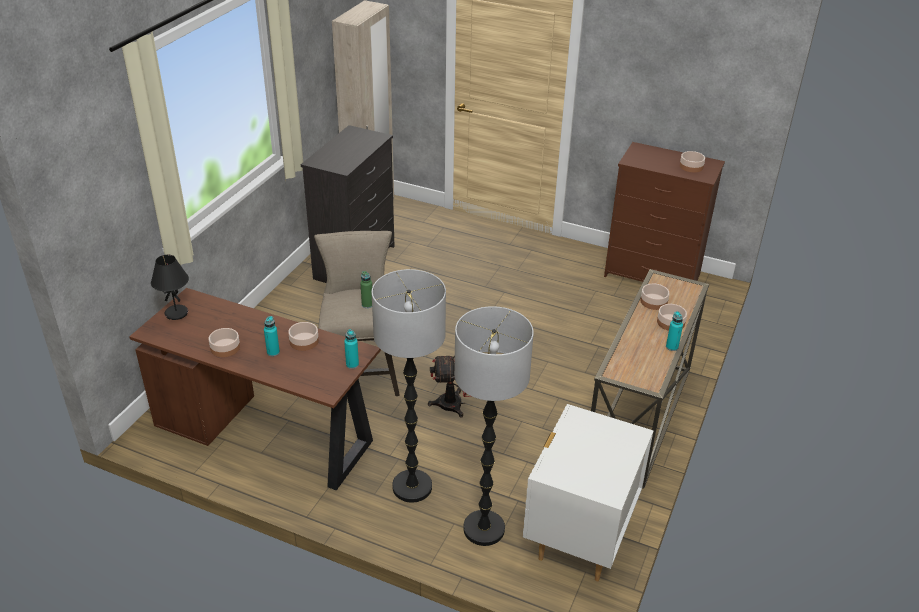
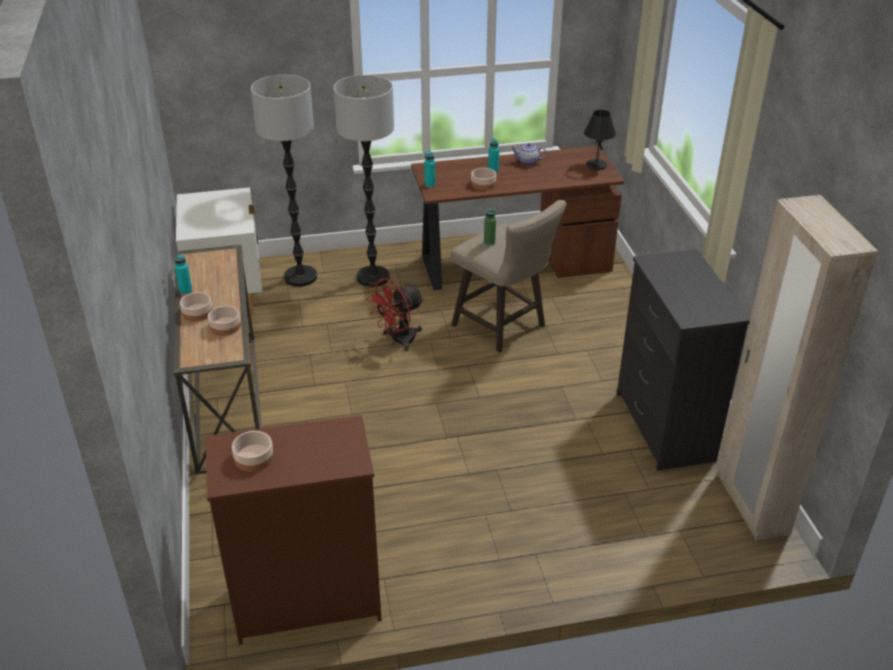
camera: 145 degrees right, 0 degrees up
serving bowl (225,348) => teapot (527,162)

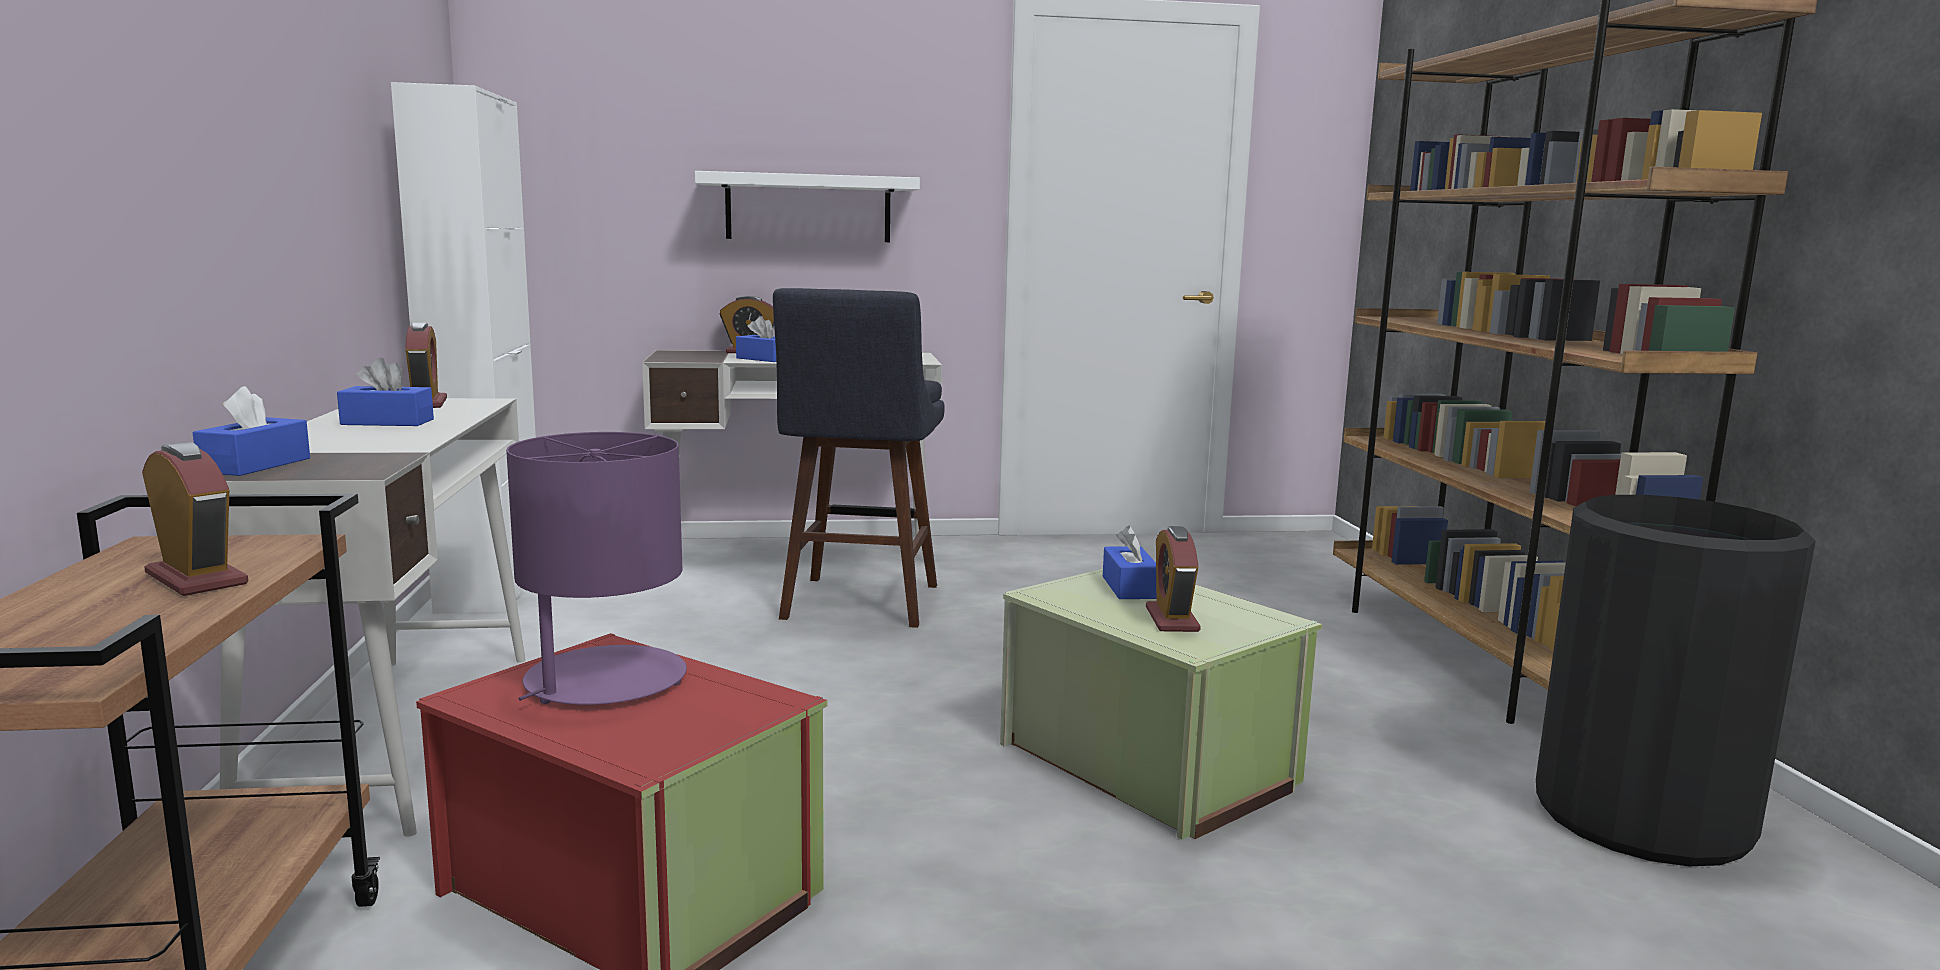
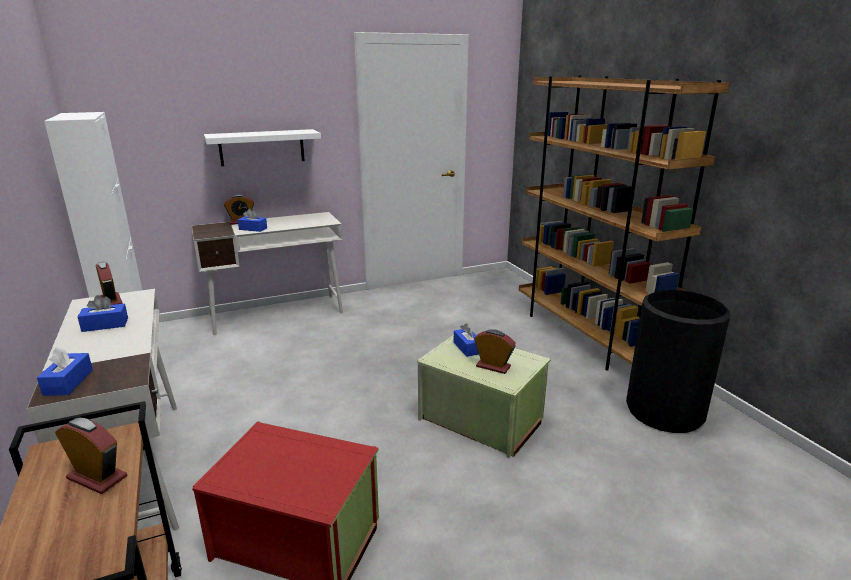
camera: 15 degrees left, 10 degrees up
sitting stool/bluish (859,605) => nothing
tabletop lamp/purple (604,680) => nothing
alarm clock (1172,619) => alarm clock (493,366), 135 degrees clockwise

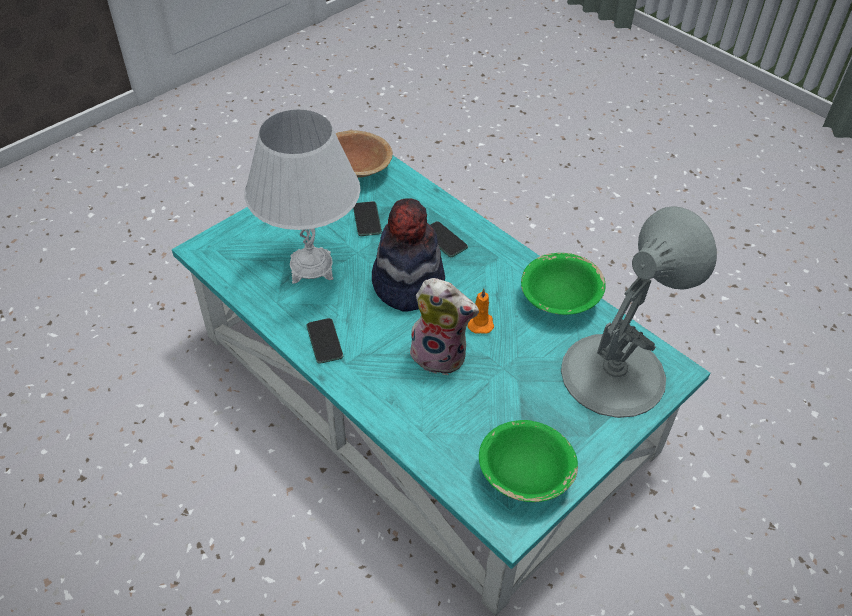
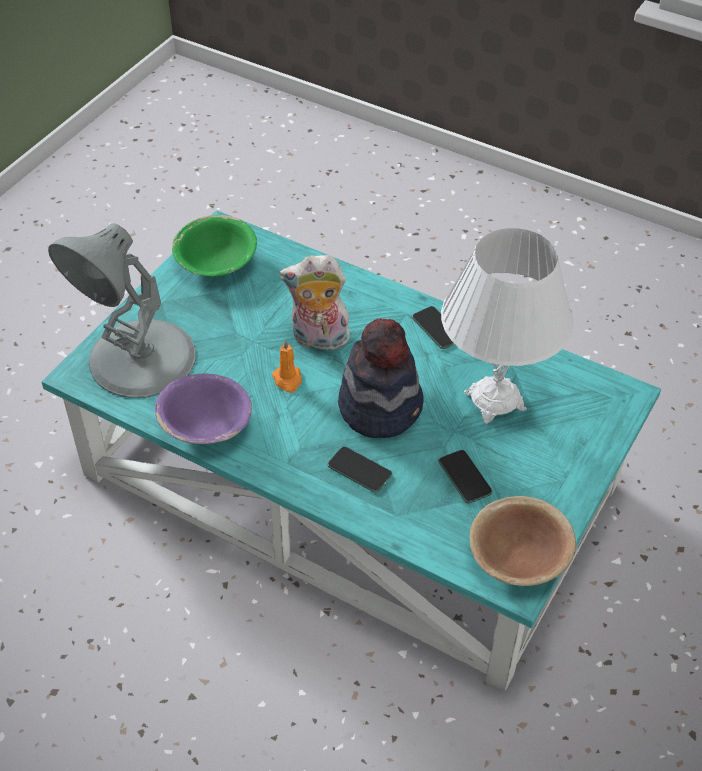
camera: 165 degrees right, 0 degrees up
serving bowl/green (559,299) => serving bowl/purple (206,425)

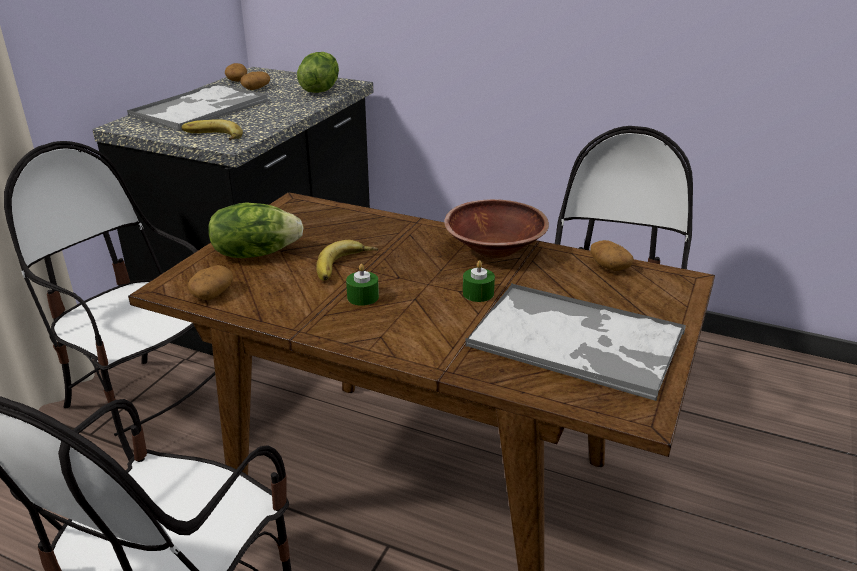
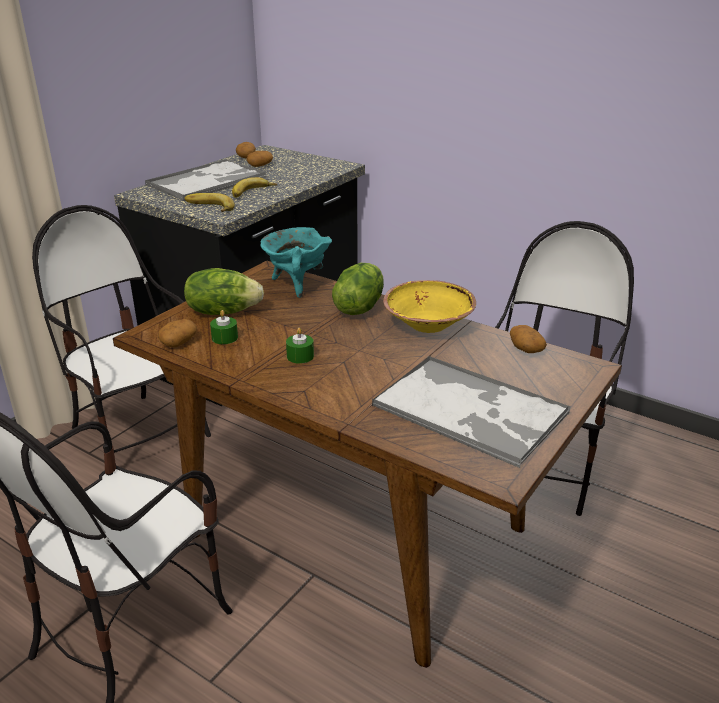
camera: 10 degrees right, 0 degrees up
lettuce head (320,90) => lettuce head (359,307), relocated
serving bowl/brown-coloured (495,249) => serving bowl/yellow-coloured (428,324)
whole banana (346,266) => whole banana (253,192), relocated
candle/green (478,293) => candle/green (224,338), relocated
nothing => saucepot/turquoise (297,284)

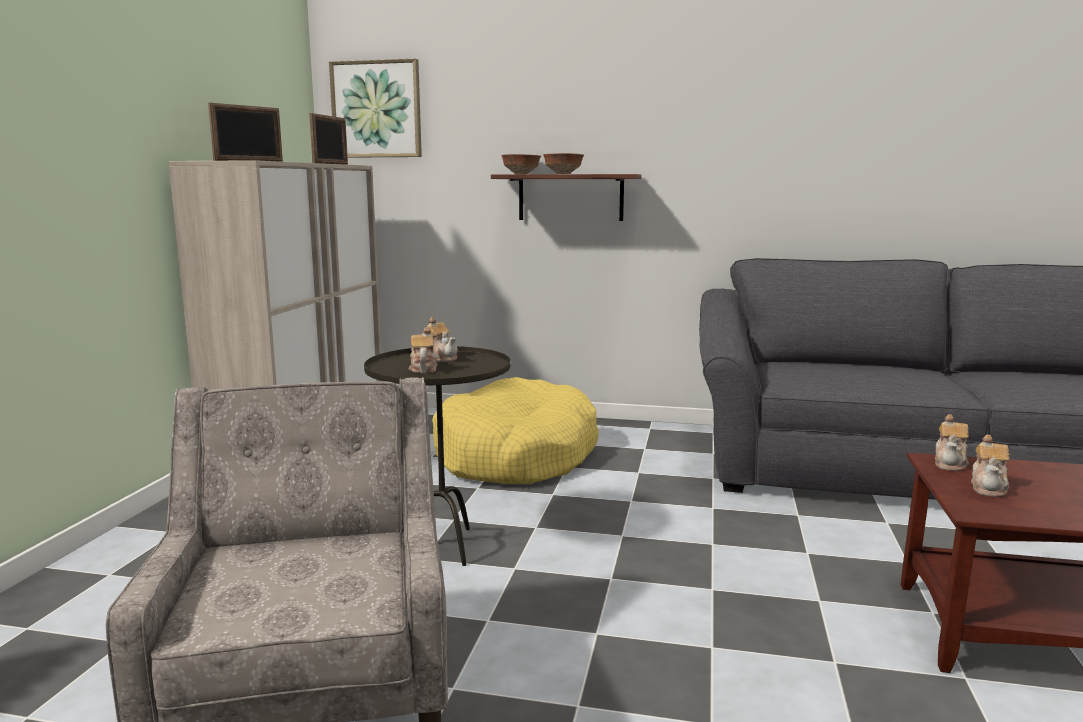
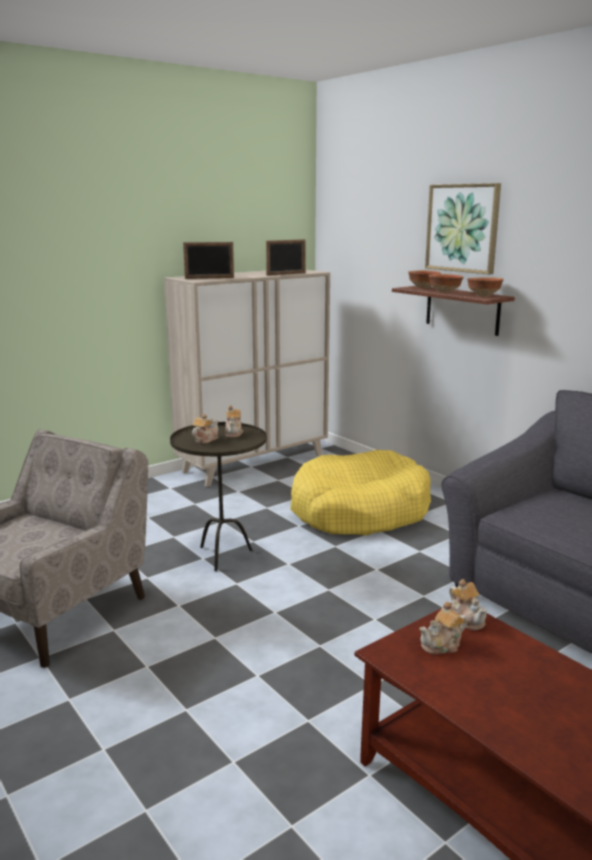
camera: 40 degrees right, 5 degrees up
wall picture (377,109) => wall picture (463,228), relocated
teapot (950,463) => teapot (467,618), 90 degrees counterclockwise
nothing => serving bowl (483,295)

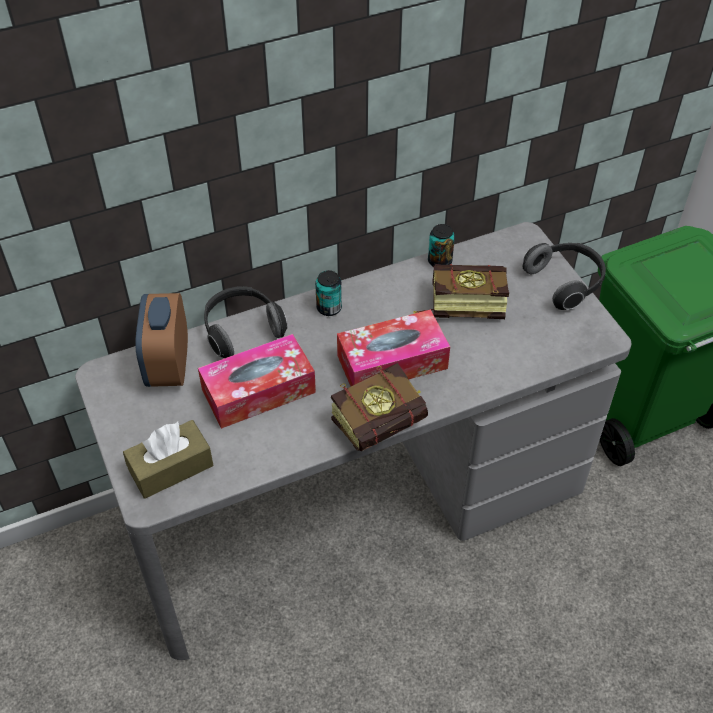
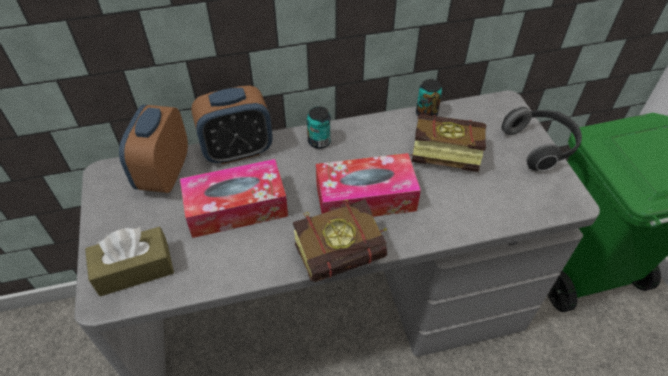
camera: 10 degrees right, 0 degrees up
headset (242,330) => alarm clock (238,151)

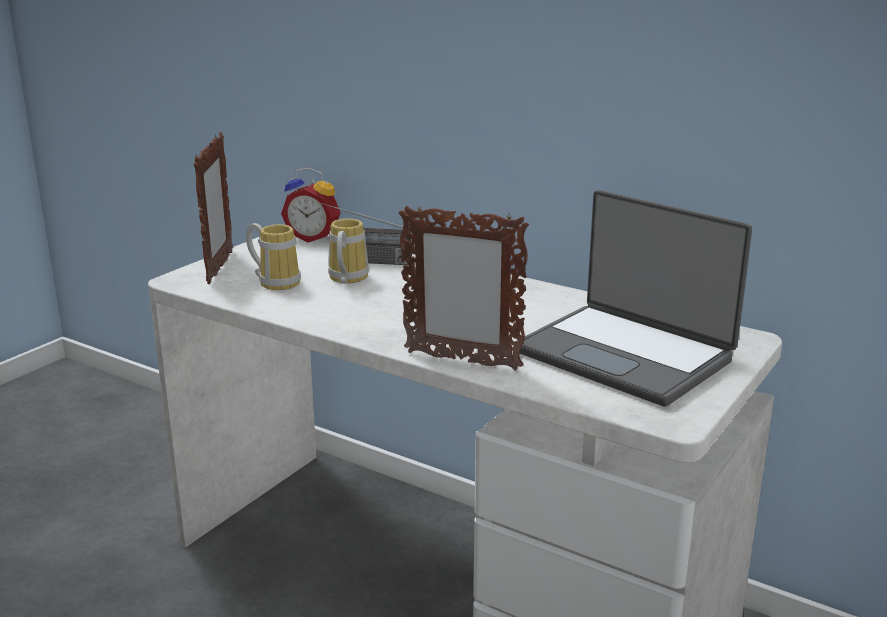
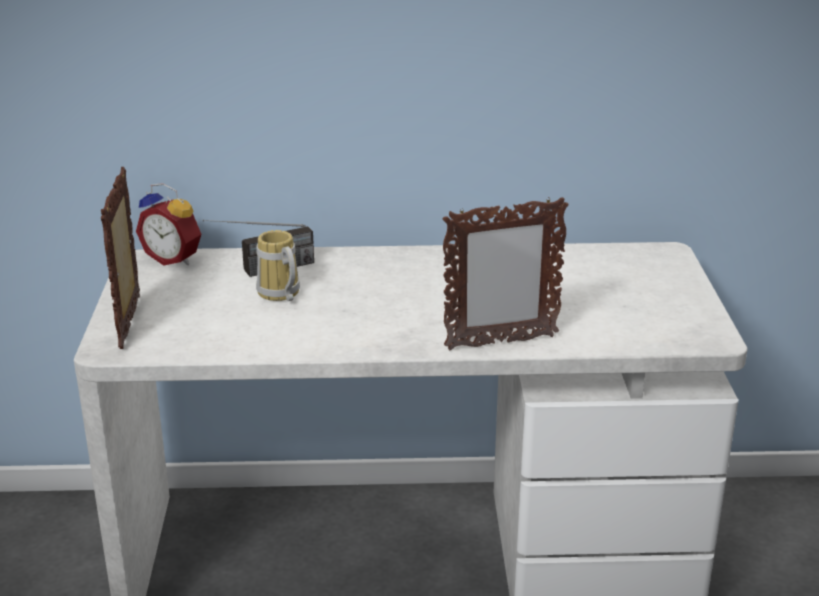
camera: 35 degrees left, 5 degrees up
picture frame (219,268) => picture frame (131,322), 150 degrees counterclockwise
alarm clock (314,238) => alarm clock (174,259), 45 degrees clockwise
notebook computer (626,355) => nothing
mug (276,281) => nothing

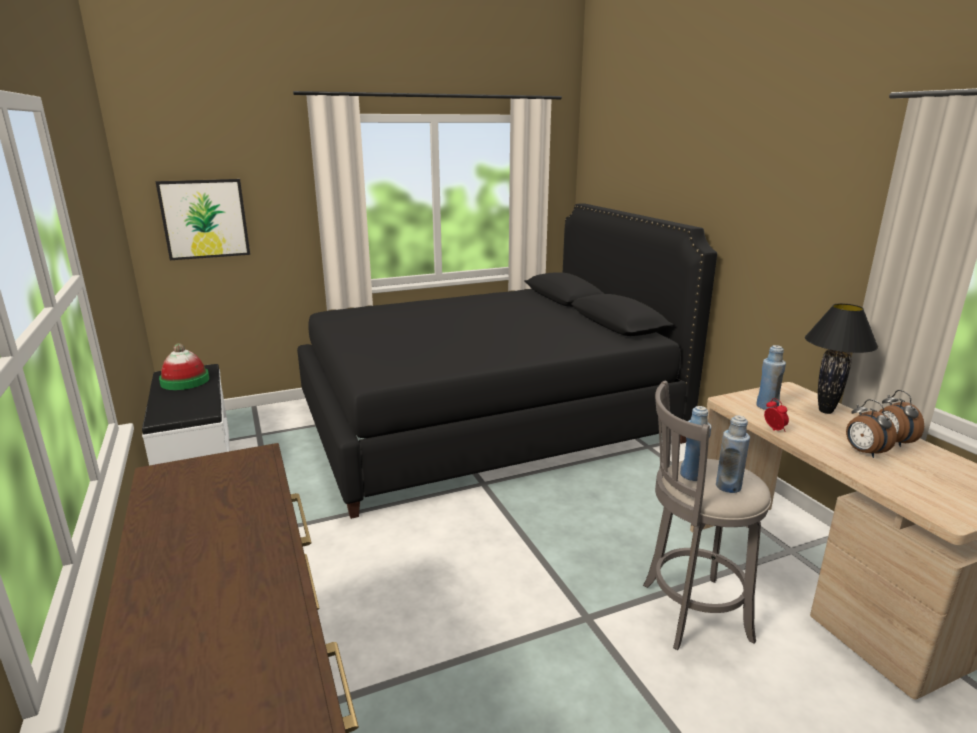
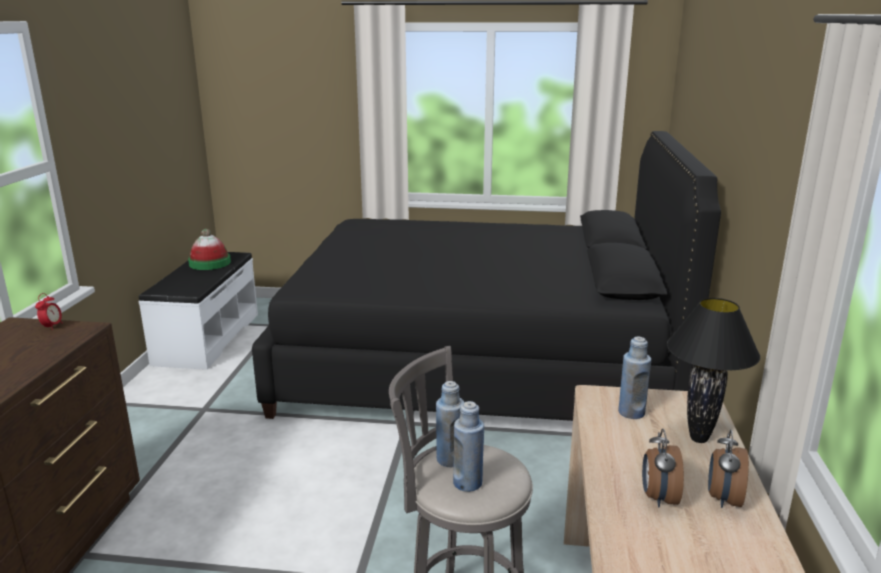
camera: 30 degrees right, 0 degrees up
wall picture (204,219) => nothing
alarm clock (774,429) => alarm clock (52,326), relocated

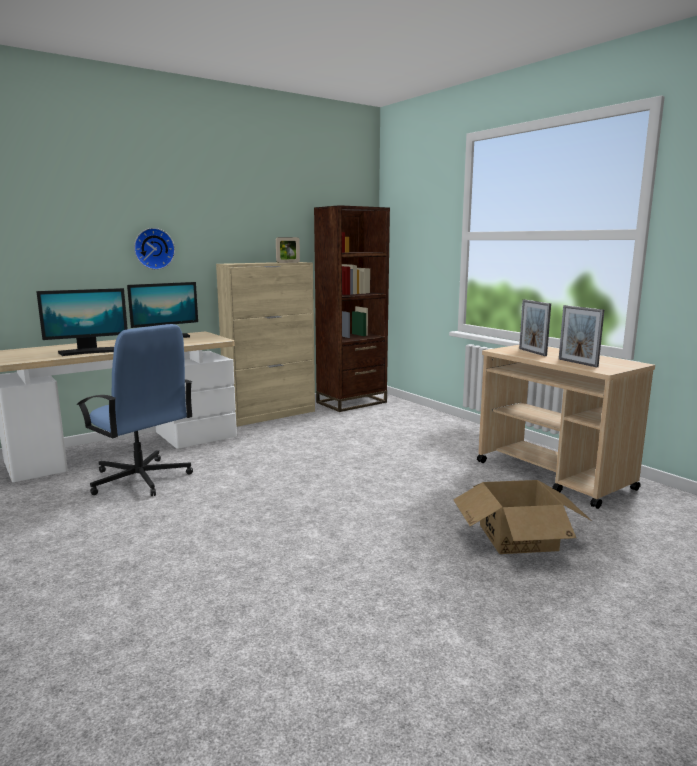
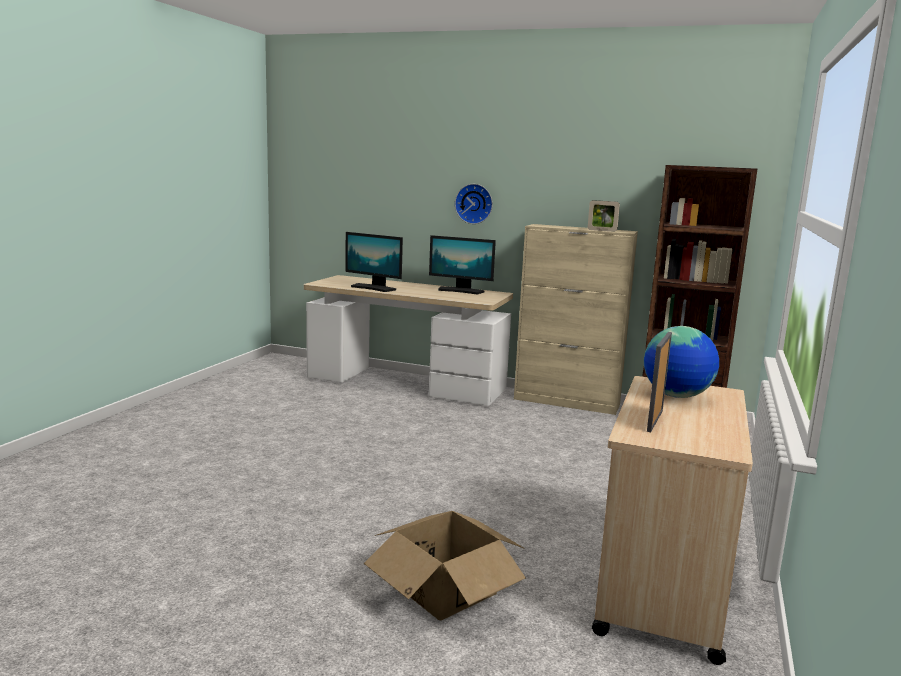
camera: 55 degrees right, 0 degrees up
picture frame (532,352) => globe (677,396)
computer chair/bluish (140,479) => nothing

